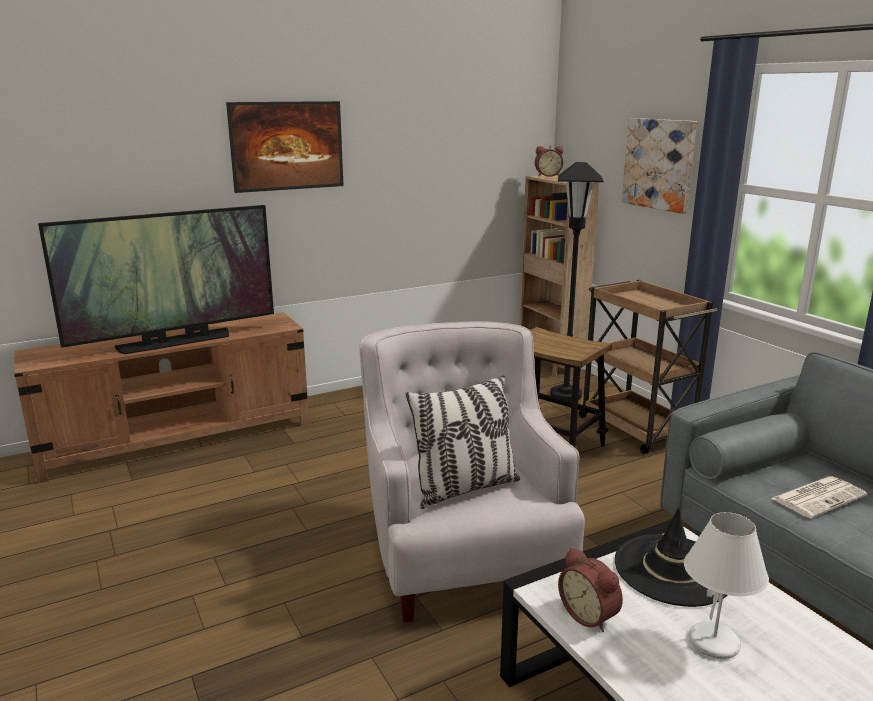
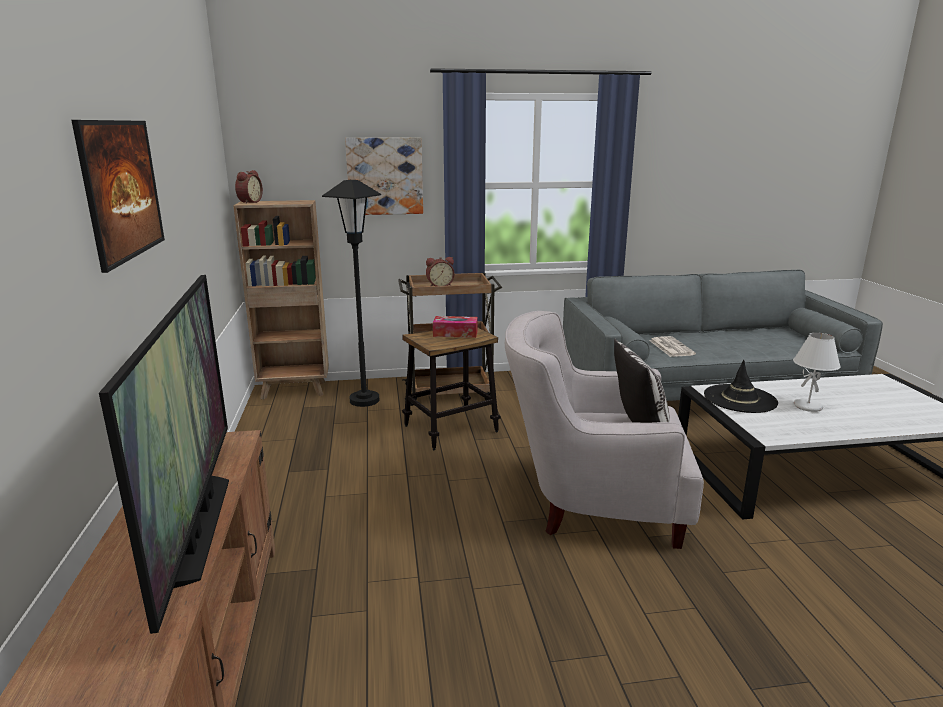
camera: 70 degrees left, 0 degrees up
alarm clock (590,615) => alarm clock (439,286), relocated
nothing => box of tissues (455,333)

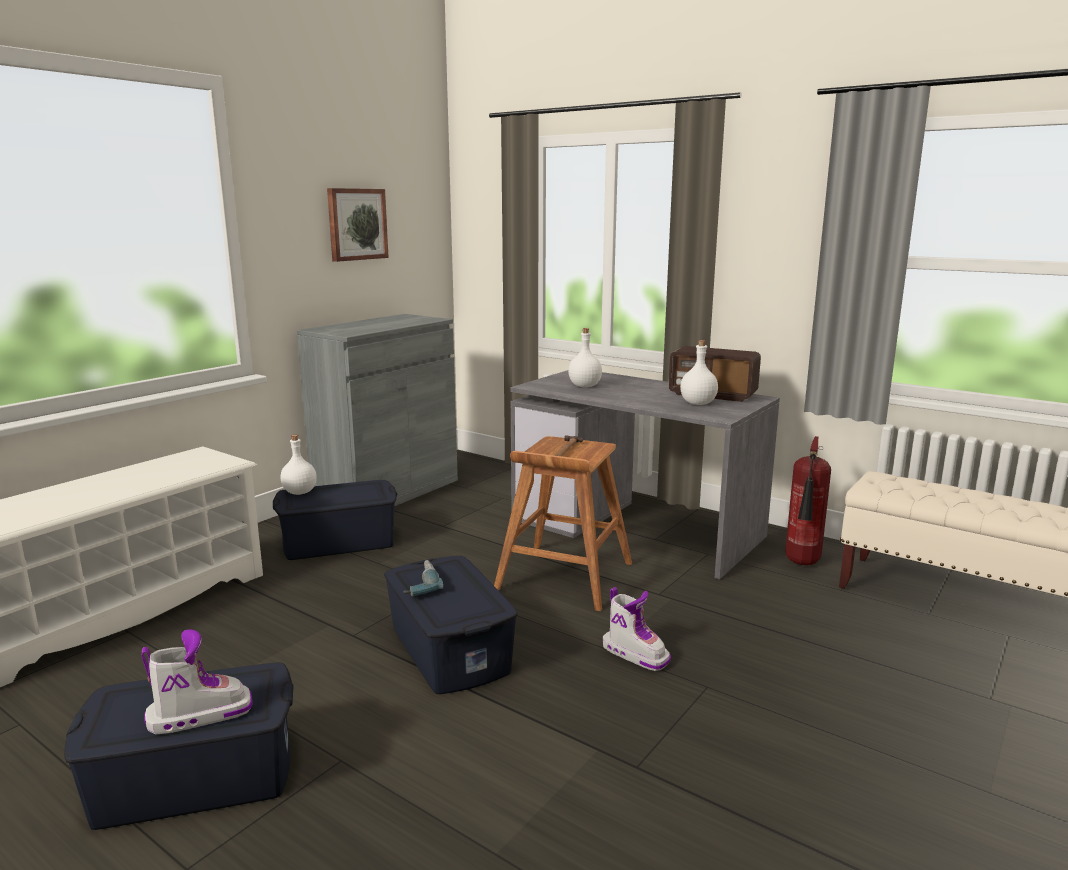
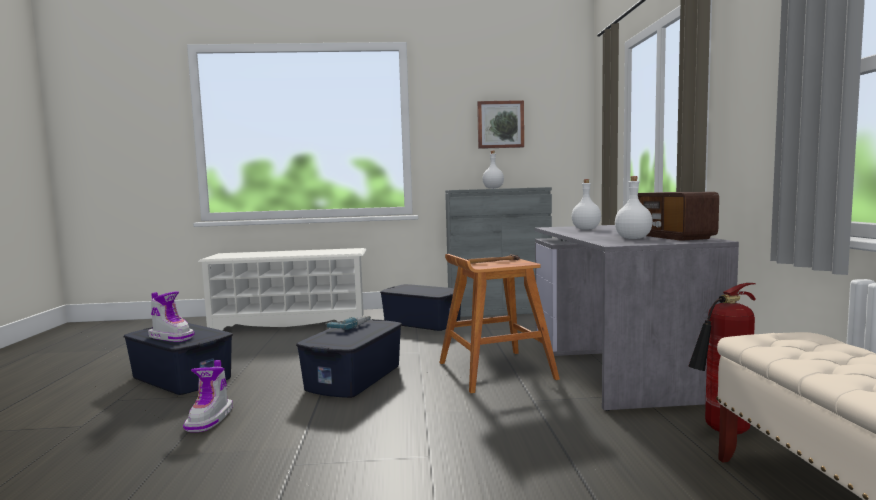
camera: 50 degrees right, 10 degrees down
drink bottle/whitish (299,492) => drink bottle/whitish (493,188), relocated
high-top boot (635,654) => high-top boot (210,419), relocated

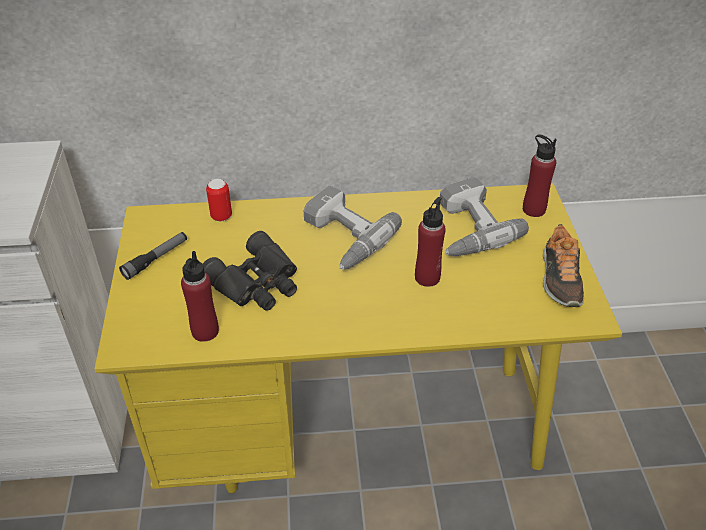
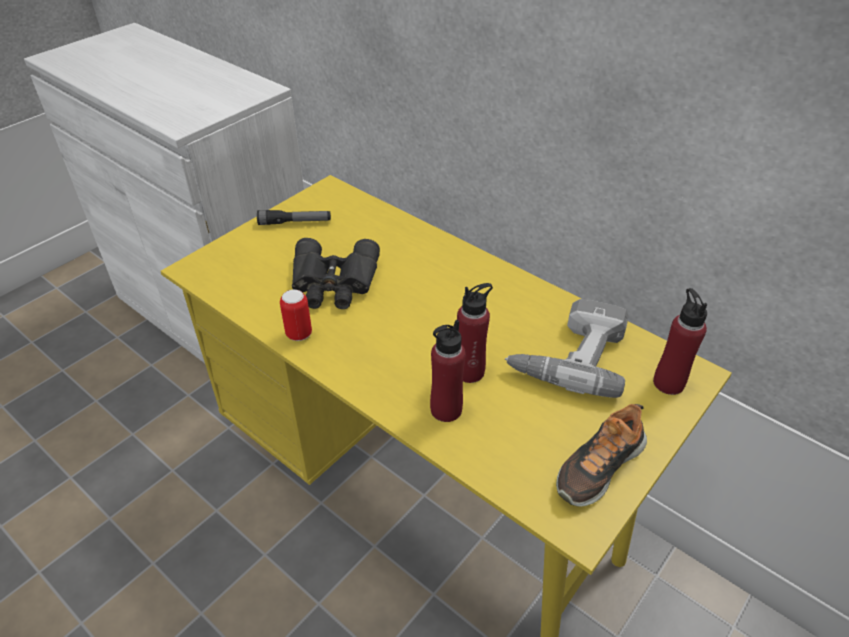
camera: 45 degrees right, 0 degrees up
sealed can (221,216) => sealed can (299,334), relocated
power drill (342,238) => nothing
drink bottle/reddish (205,331) => drink bottle/reddish (446,409), relocated

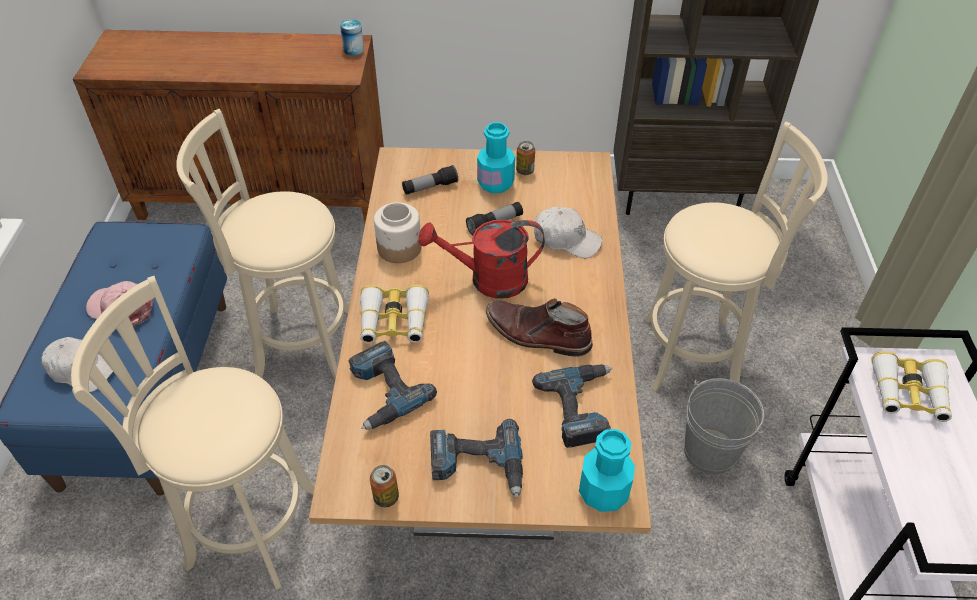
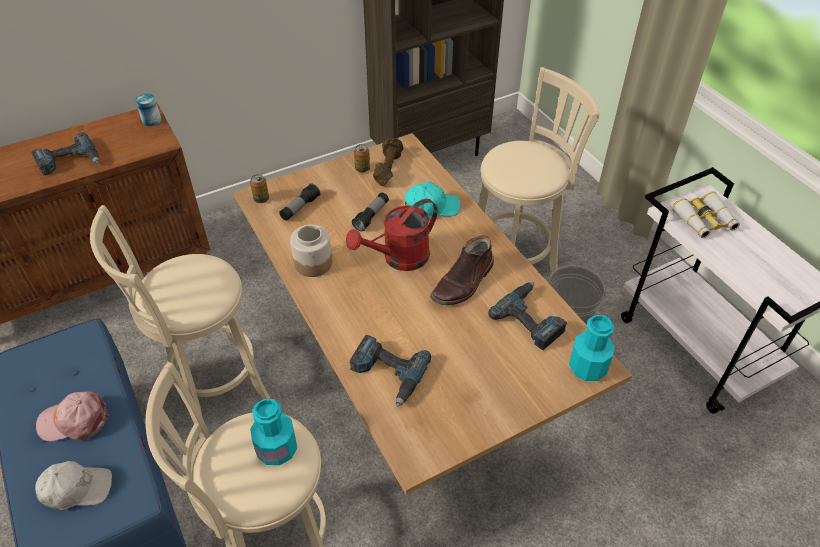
camera: 30 degrees left, 0 degrees up
drink bottle/turquoise (495,183) => drink bottle/turquoise (277,449), relocated
baseball cap/whitish (566,239) => baseball cap/turquoise (431,207)
binoculars (394,322) => nothing
high-top boot/brown-coloured (537,334) => high-top boot/brown-coloured (463,283), 45 degrees counterclockwise
power drill (477,466) => power drill (69,162), relocated
sealed can (386,497) => sealed can (261,199), relocated
nothing => dumbbell/brown-coloured (387,168)

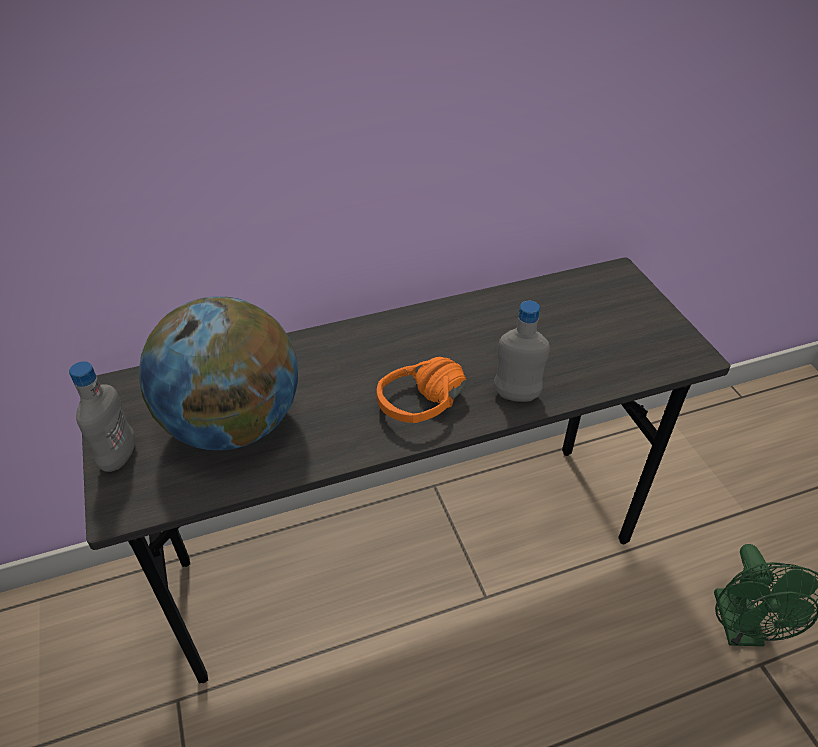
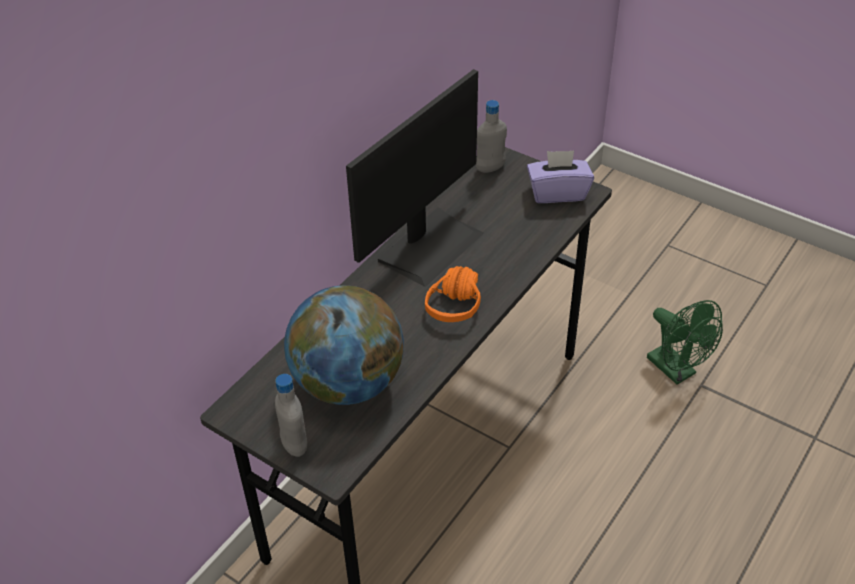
camera: 35 degrees left, 0 degrees up
drink bottle/greyish (516,395) => drink bottle/greyish (490,168), relocated
nothing => monitor (429,245)
nothing => box of tissues/purple (557,192)

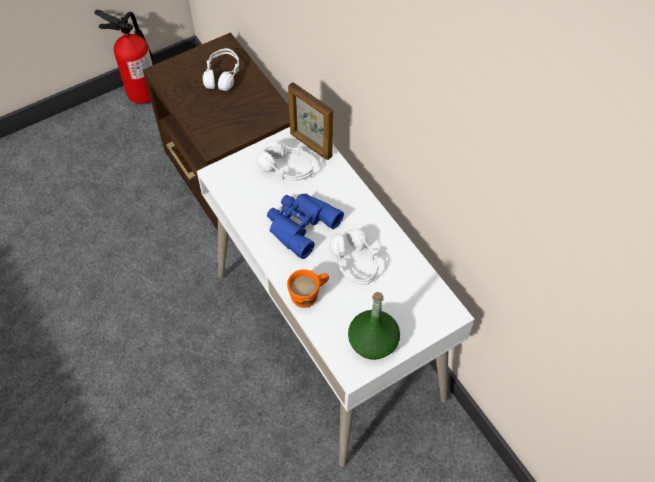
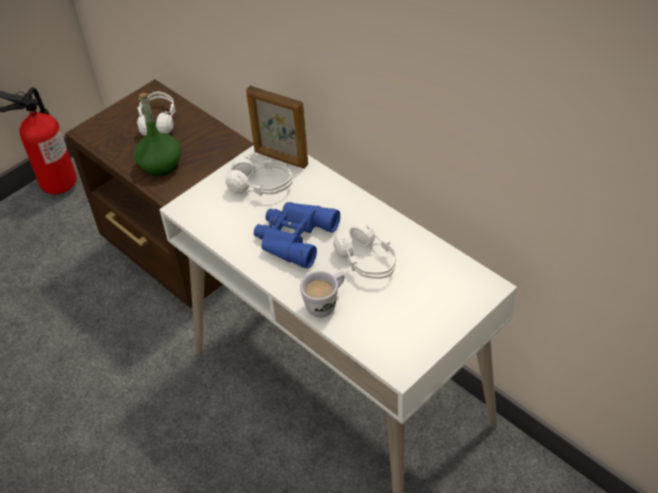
camera: 10 degrees left, 10 degrees down
mug/orange-coloured (309,295) => mug/whitish (326,303)
drink bottle/green (372,342) => drink bottle/green (160,164), relocated

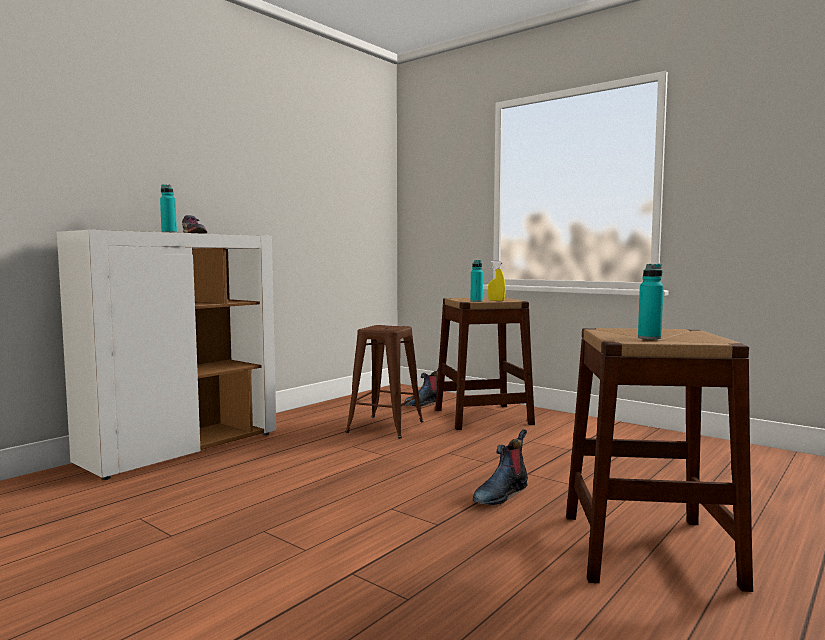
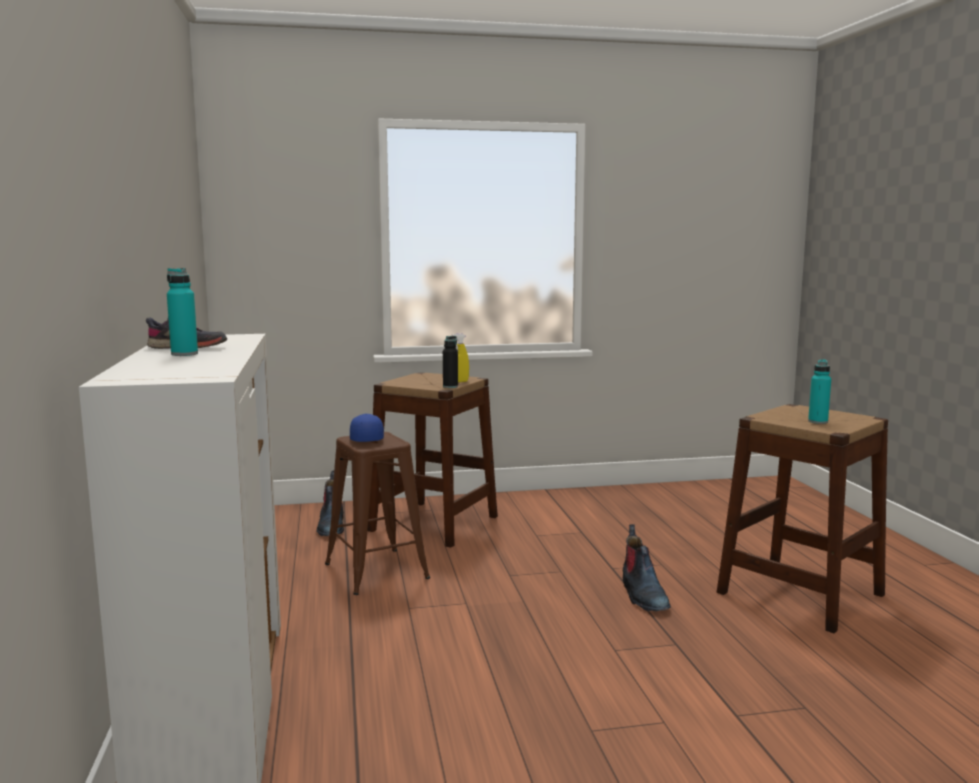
camera: 50 degrees left, 5 degrees up
drink bottle/turquoise (476,301) => drink bottle/blackish (450,387)
nothing => baseball cap/bluish (365,439)

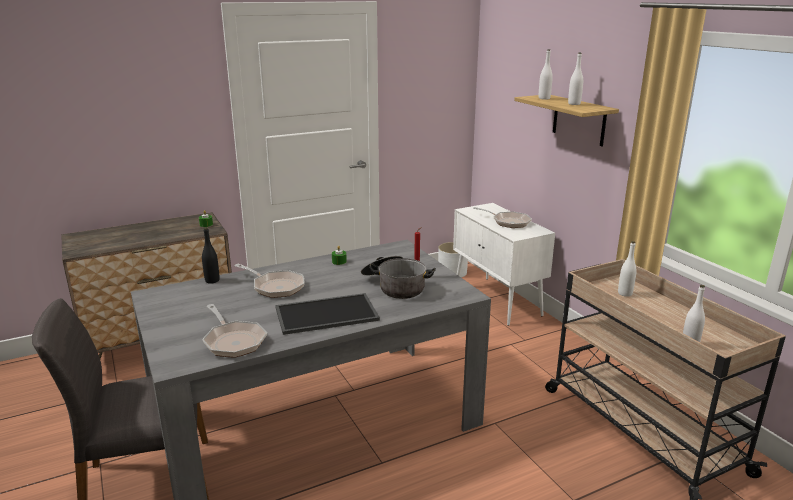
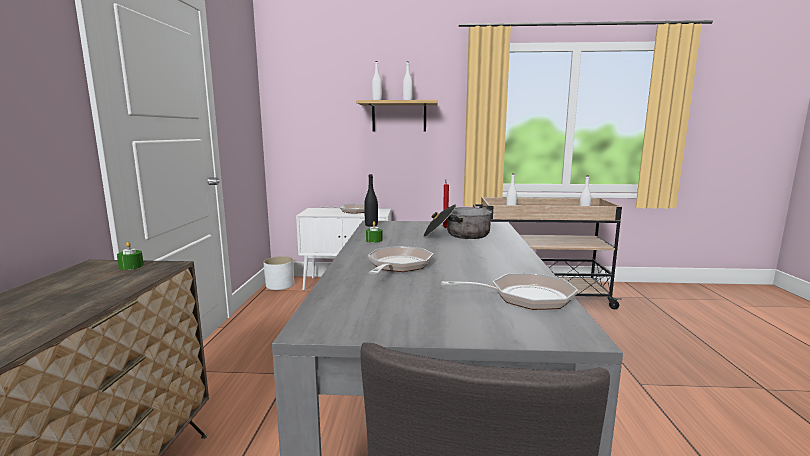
camera: 60 degrees left, 10 degrees down
drink bottle/blackish (212,280) => drink bottle/blackish (371,225), relocated
pan (275,287) => pan (398,266), 45 degrees counterclockwise
carrying tray (325,315) => nothing

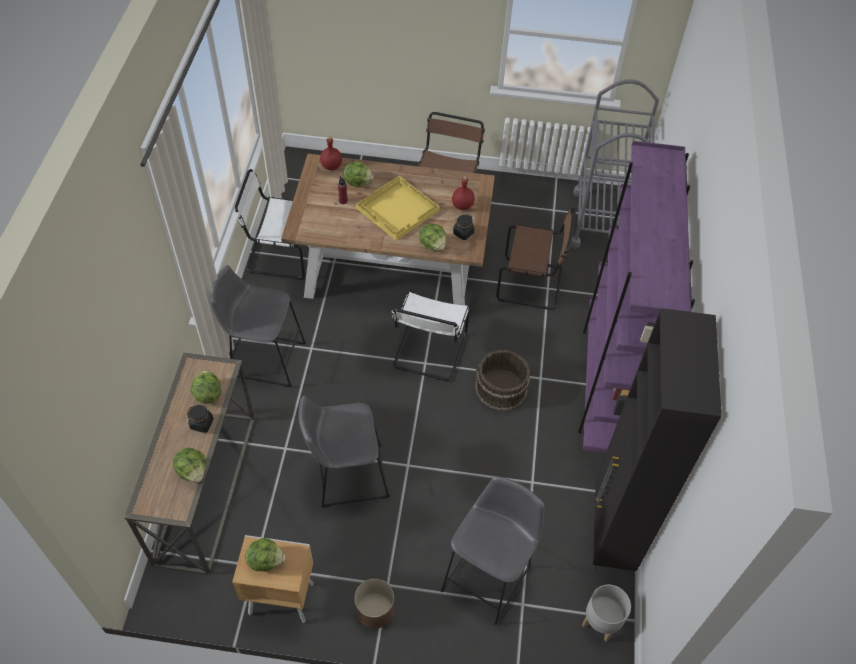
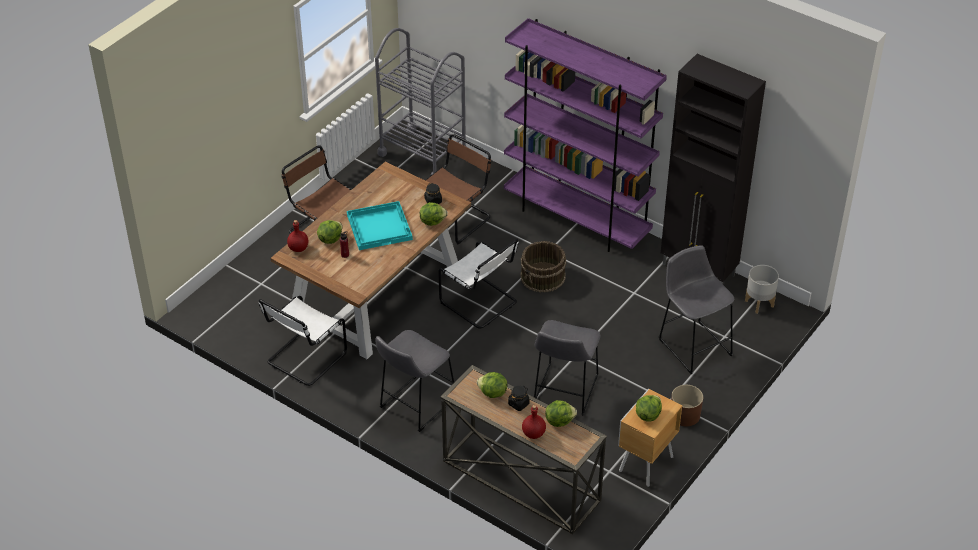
camera: 60 degrees left, 10 degrees down
carrying tray/yellow-coloured (398,209) => carrying tray/turquoise (379,226)
drink bottle/reddish (462,205) => drink bottle/reddish (533,433), relocated

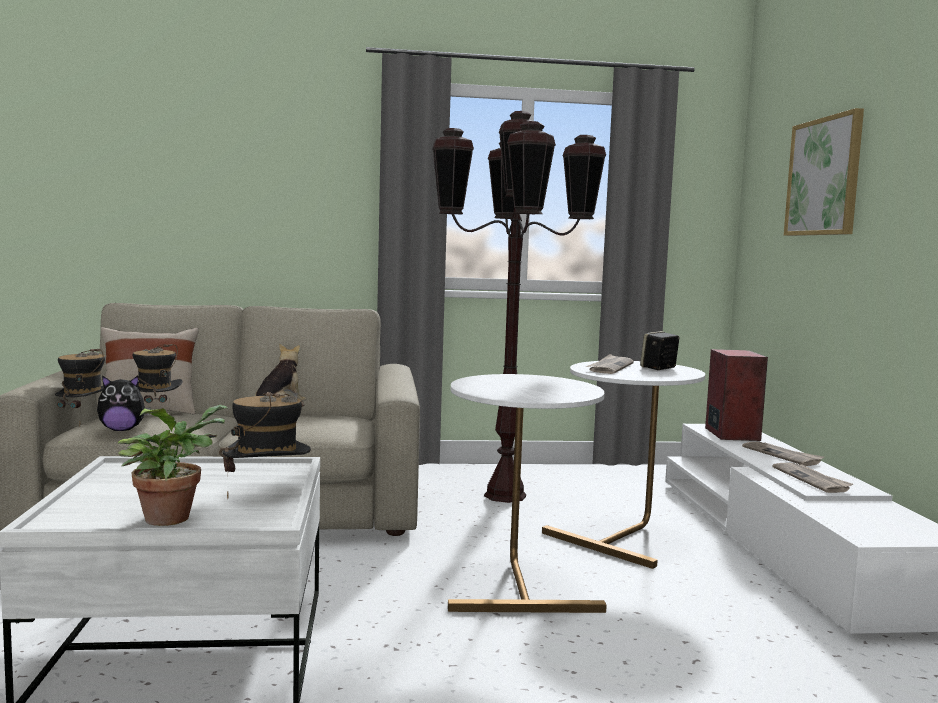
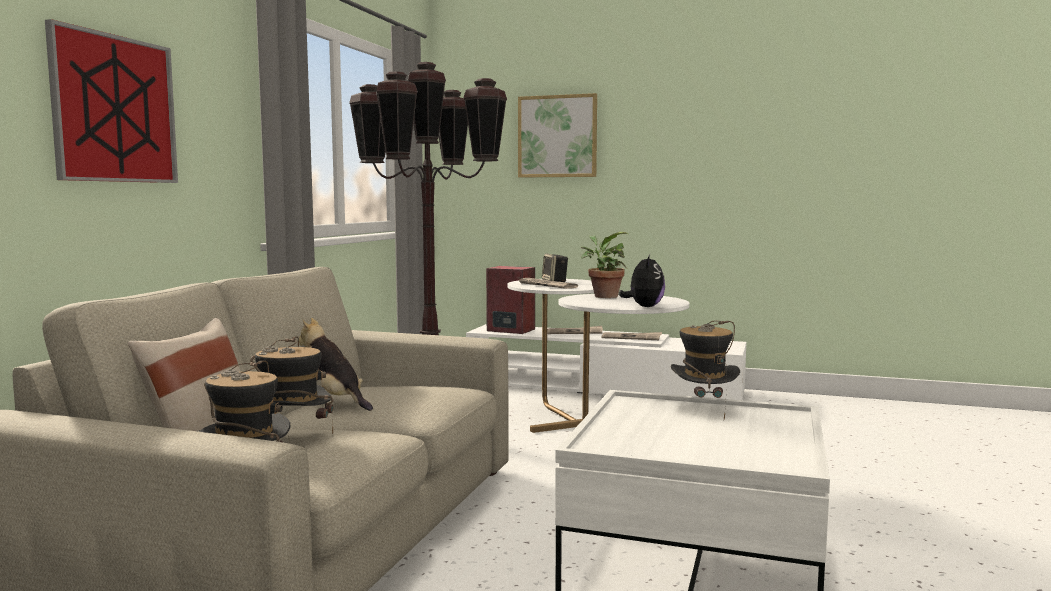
camera: 65 degrees left, 0 degrees up
cuddly toy (122,430) => cuddly toy (644,307), relocated
plant in a pot (171,517) => plant in a pot (603,296), relocated
nothing => wall picture (114,109)

